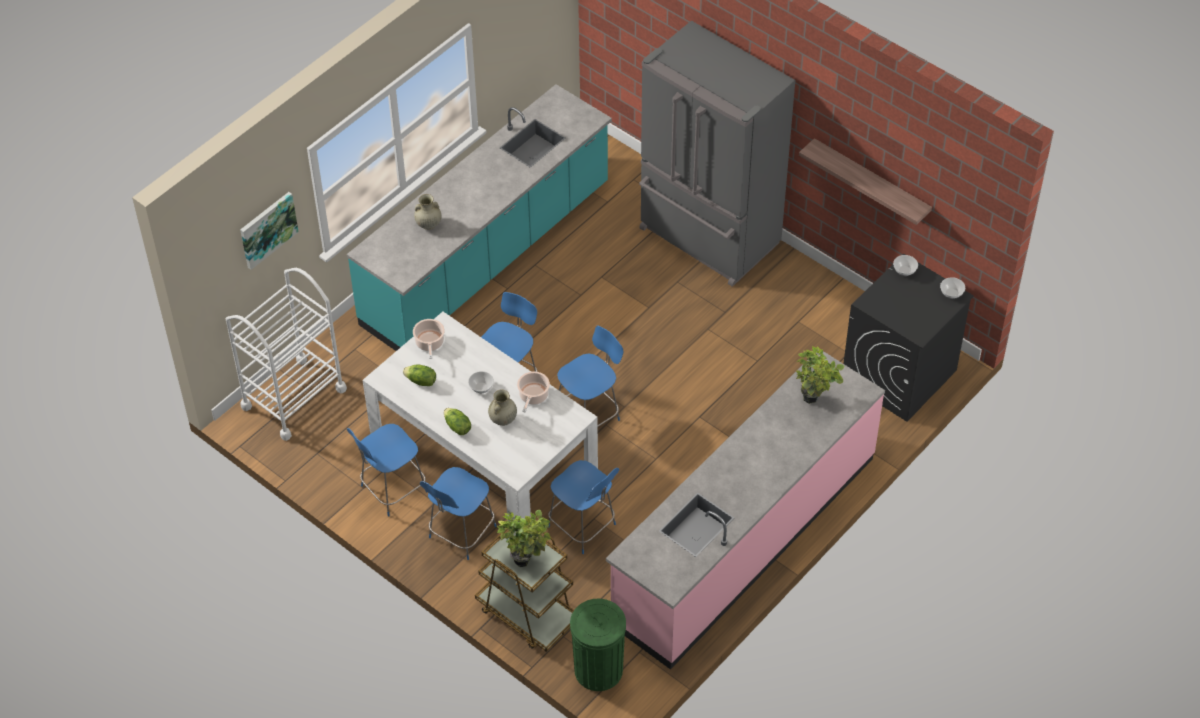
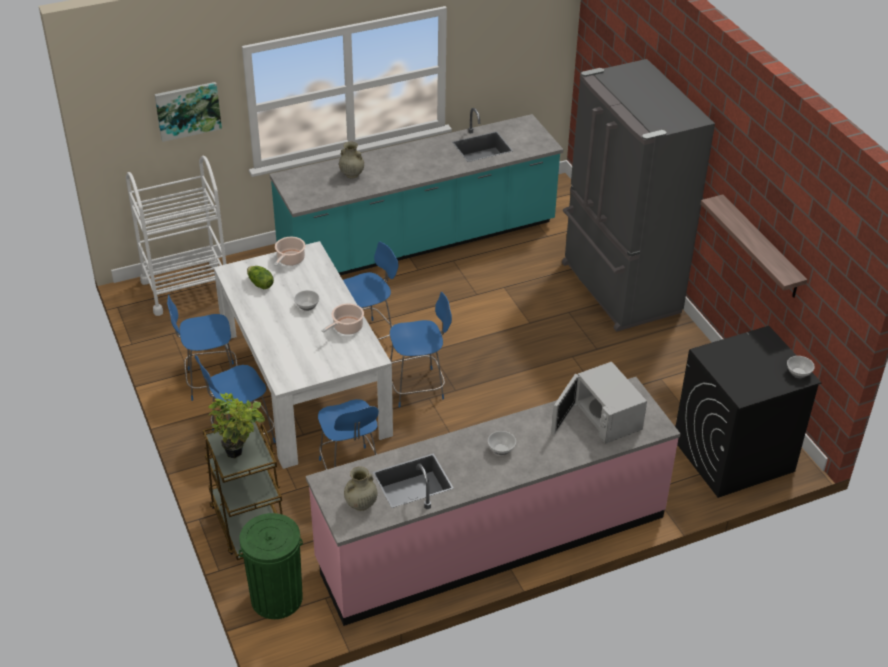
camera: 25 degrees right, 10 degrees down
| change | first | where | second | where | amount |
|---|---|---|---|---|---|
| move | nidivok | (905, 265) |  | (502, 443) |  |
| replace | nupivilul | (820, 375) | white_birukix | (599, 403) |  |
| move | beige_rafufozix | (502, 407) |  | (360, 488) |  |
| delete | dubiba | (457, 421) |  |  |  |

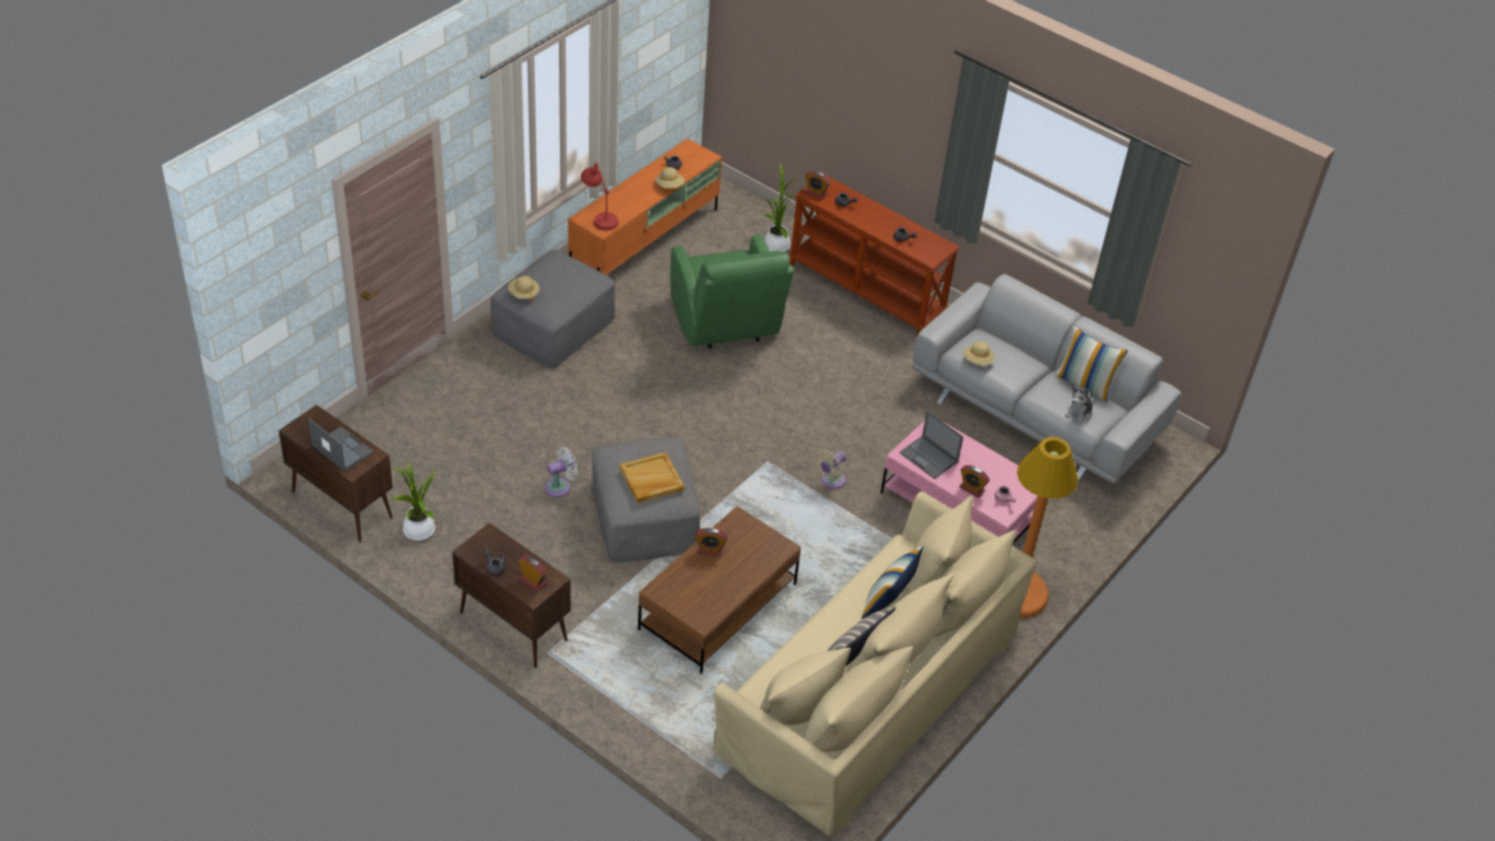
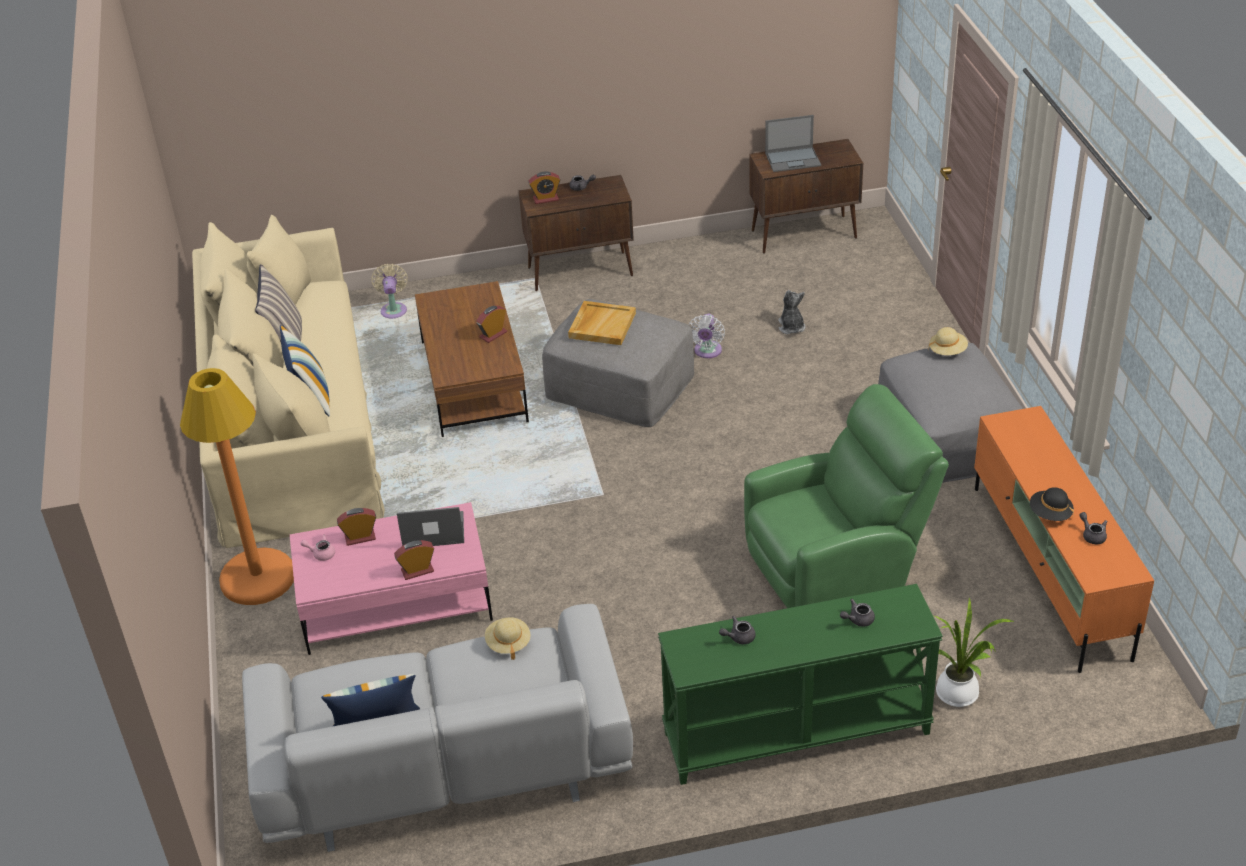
camera: 135 degrees right, 5 degrees down
| change | first | where | second | where | amount |
|---|---|---|---|---|---|
| delete | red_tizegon | (600, 197) |  |  |  |
| recolor | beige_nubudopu | (670, 177) | black_nubudopu | (1052, 504) |  |
| move | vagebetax | (818, 185) |  | (414, 560) |  |
| recolor | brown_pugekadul | (874, 254) | green_pugekadul | (800, 684) |  |
| rotate | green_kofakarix | (732, 291) |  | (846, 496) | 135 degrees clockwise |
| move | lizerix | (1079, 405) |  | (791, 312) |  |
| move | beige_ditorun | (830, 469) |  | (389, 291) |  |
| delete | nupivilul | (415, 500) |  |  |  |

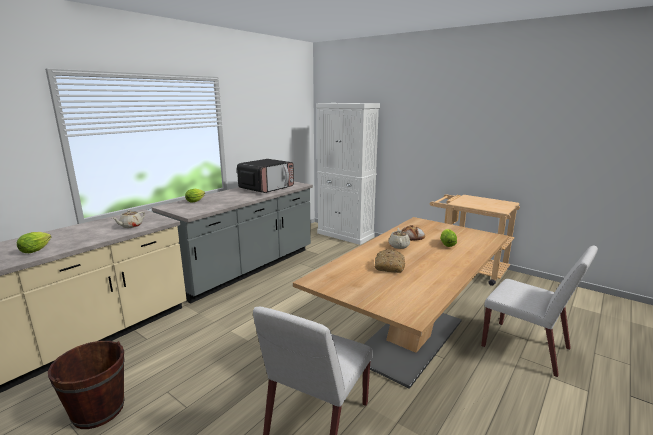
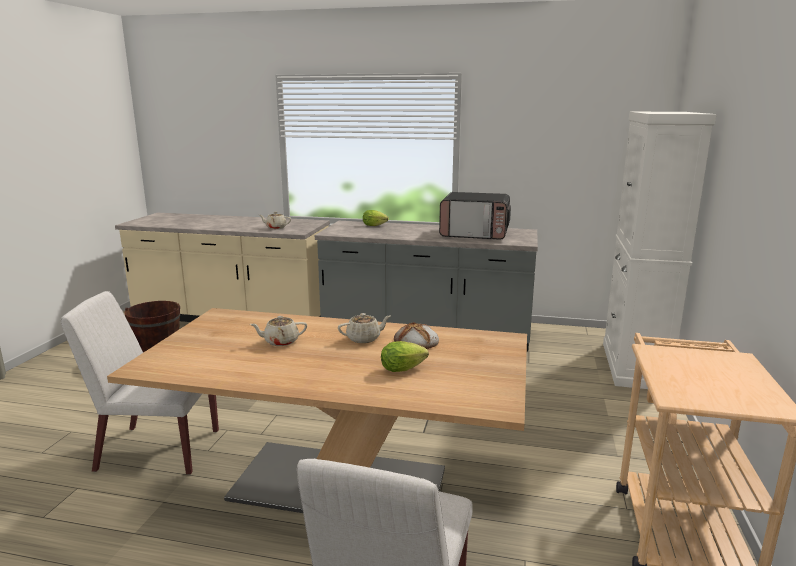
camera: 65 degrees right, 0 degrees up
| change | first | where | second | where | amount |
|---|---|---|---|---|---|
| delete | dubiba | (34, 242) |  |  |  |
| replace | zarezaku | (390, 261) | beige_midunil | (278, 331) |  |

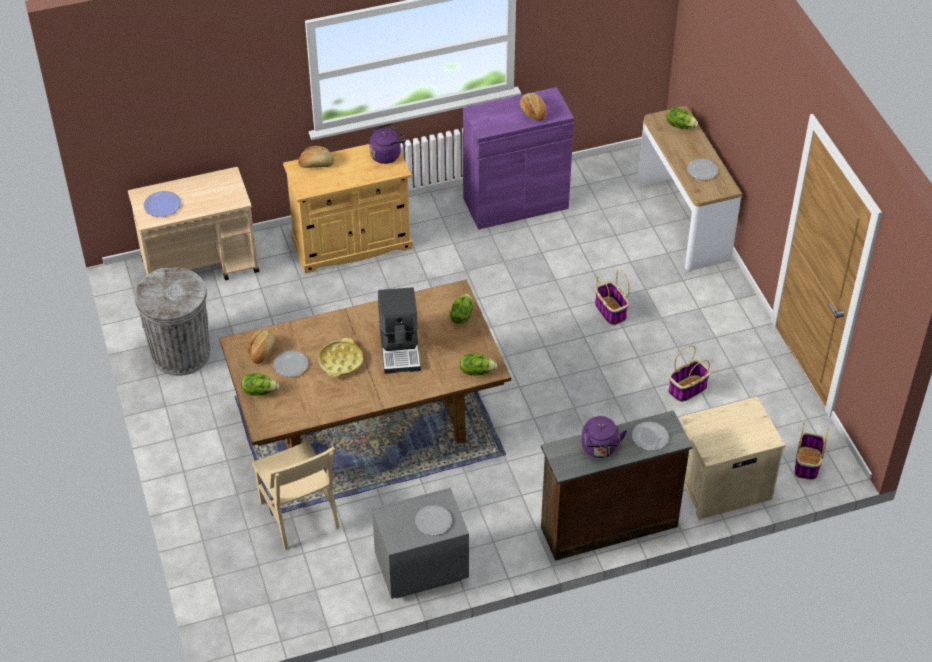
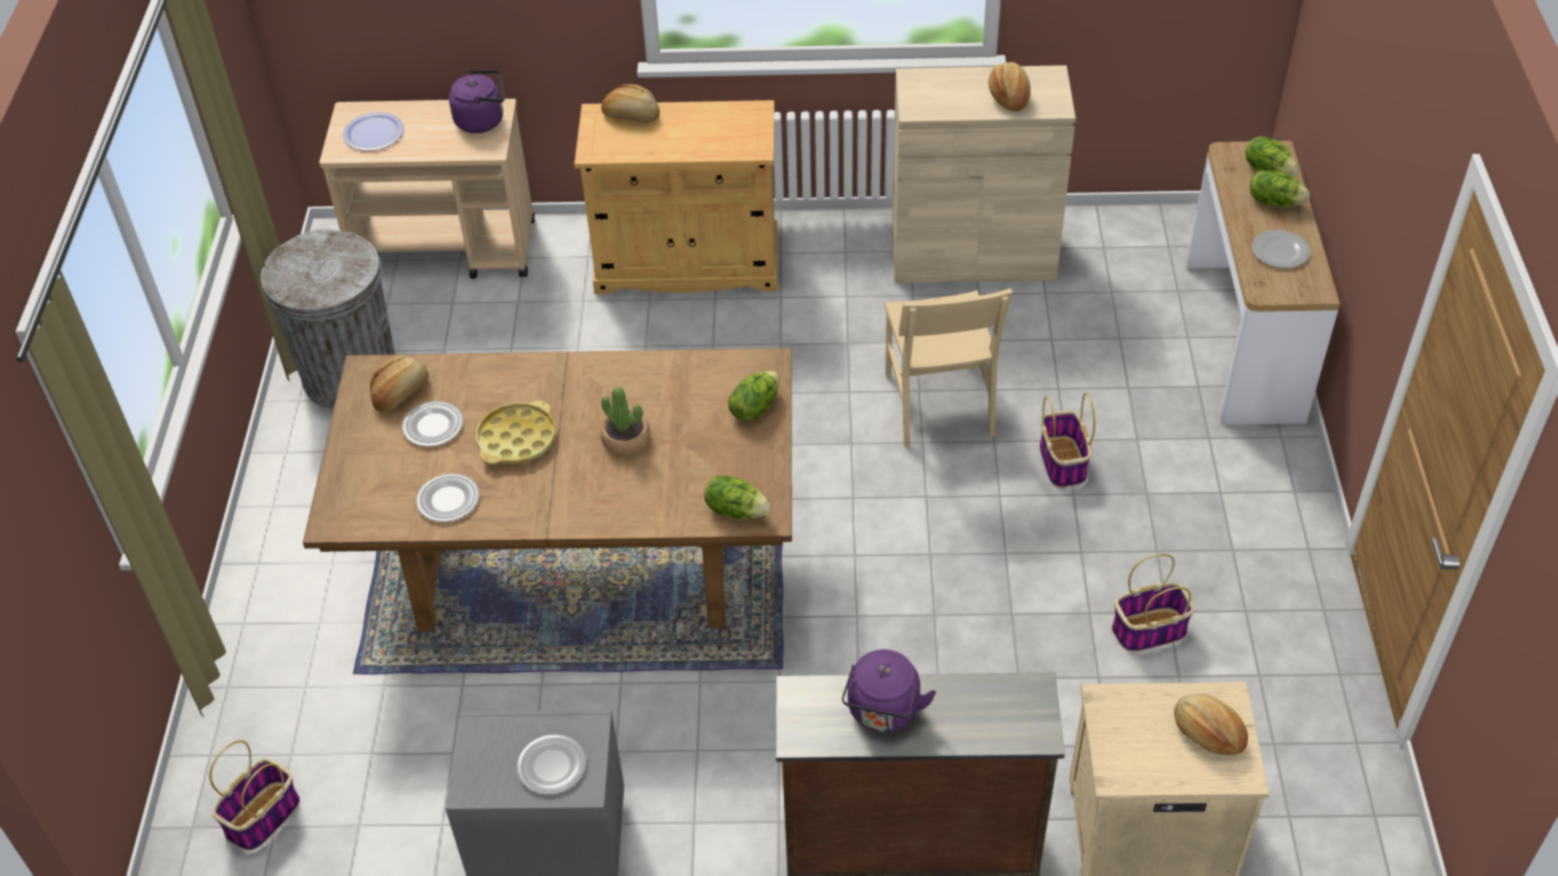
camera: 20 degrees right, 0 degrees up
| change | first | where | second | where | amount |
|---|---|---|---|---|---|
| recolor | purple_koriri | (518, 158) | beige_koriri | (984, 174) |  |
| move | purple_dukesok | (387, 144) |  | (477, 101) |  |
| replace | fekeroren | (399, 330) | nupivilul | (625, 421) |  |
| move | dubiba | (260, 384) |  | (1280, 188) |  |
| move | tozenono | (650, 436) |  | (448, 497) |  |
| move | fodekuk | (812, 451) |  | (254, 795) |  |
| move | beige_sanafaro | (295, 495) |  | (948, 368) |  |
| insert |  |  | zarezaku | (1211, 724) |  |

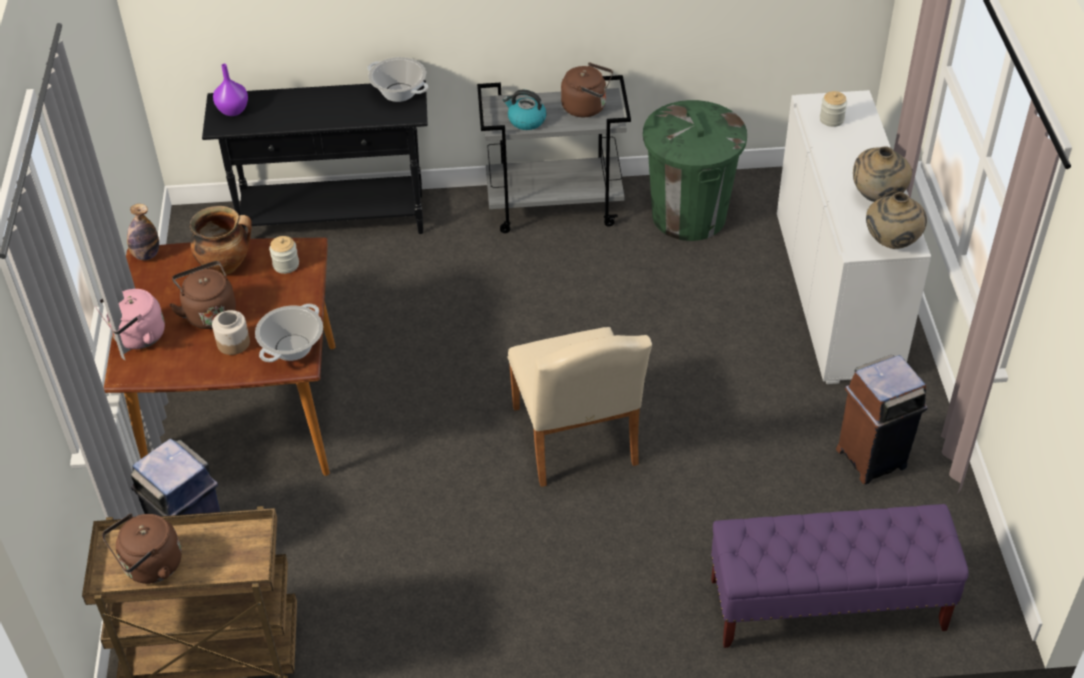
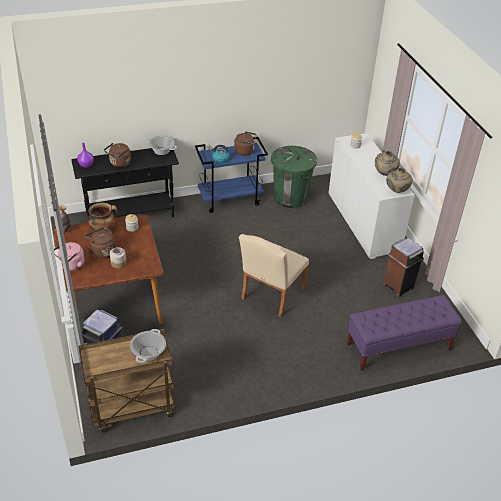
camera: 15 degrees left, 5 degrees down
| change | first | where | second | where | amount |
|---|---|---|---|---|---|
| recolor | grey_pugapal | (554, 154) | blue_pugapal | (231, 175) |  |
| move | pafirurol | (289, 333) |  | (148, 346) |  |
| rotate | beige_sanafaro | (579, 407) |  | (274, 275) | 60 degrees clockwise |
| move | brown_dukesok | (142, 549) |  | (117, 155) |  |

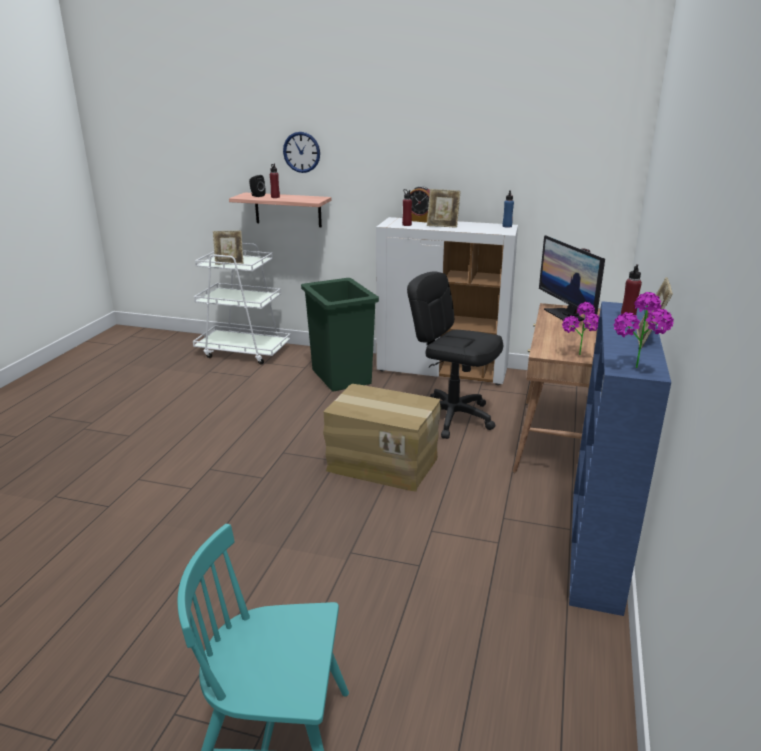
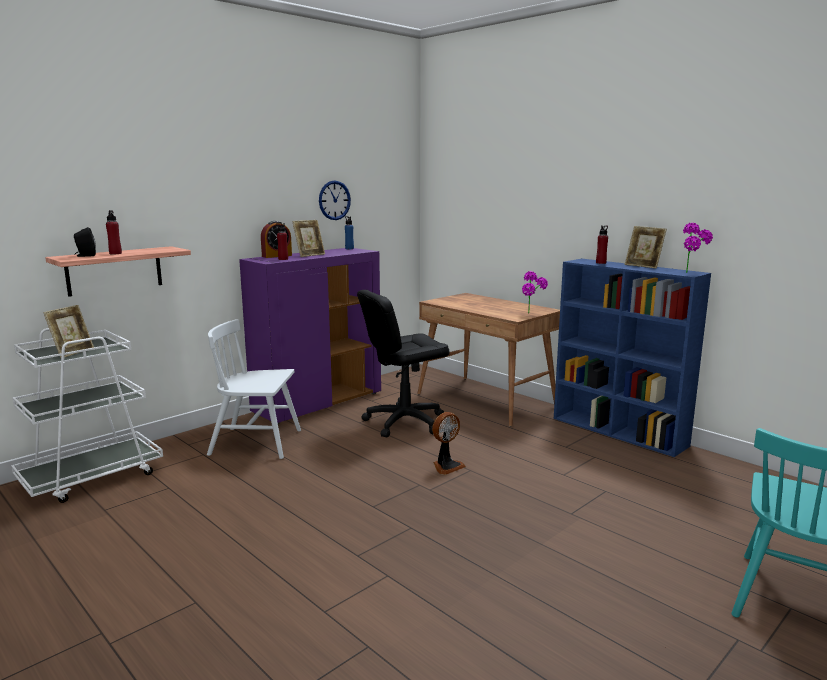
camera: 60 degrees left, 10 degrees down
| change | first | where | second | where | amount |
|---|---|---|---|---|---|
| move | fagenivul | (301, 152) |  | (335, 200) |  |
| recolor | white_koriri | (447, 301) | purple_koriri | (310, 336) |  |
| delete | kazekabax | (572, 279) |  |  |  |
| replace | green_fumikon | (340, 335) | white_sanafaro | (254, 389) |  |
| replace | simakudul | (382, 438) | ditorun | (449, 443) |  |

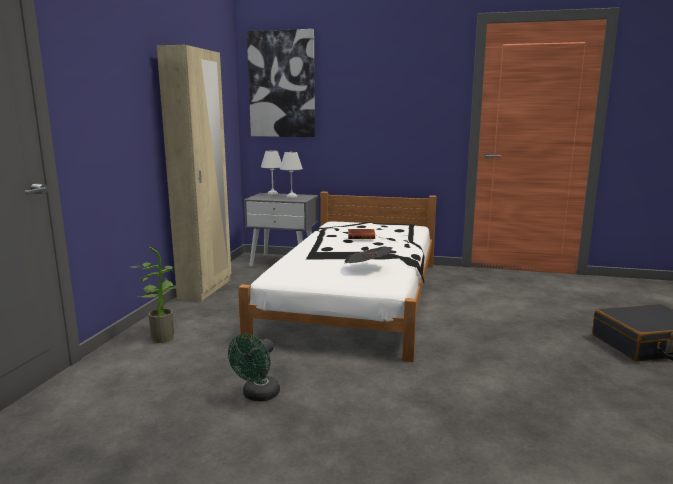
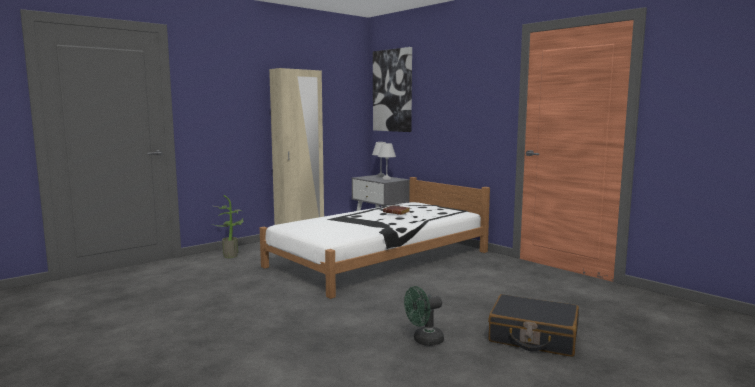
camera: 35 degrees right, 5 degrees down
| change | first | where | second | where | amount |
|---|---|---|---|---|---|
| delete | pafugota | (368, 254) |  |  |  |
| move | green_ditorun | (254, 368) |  | (424, 316) |  |

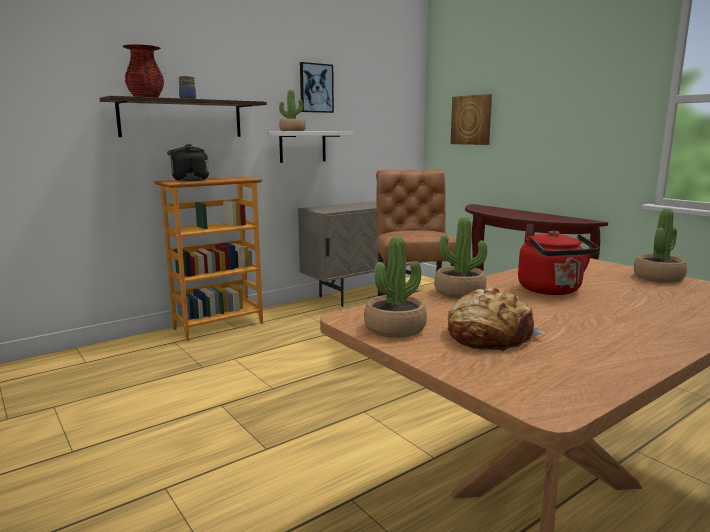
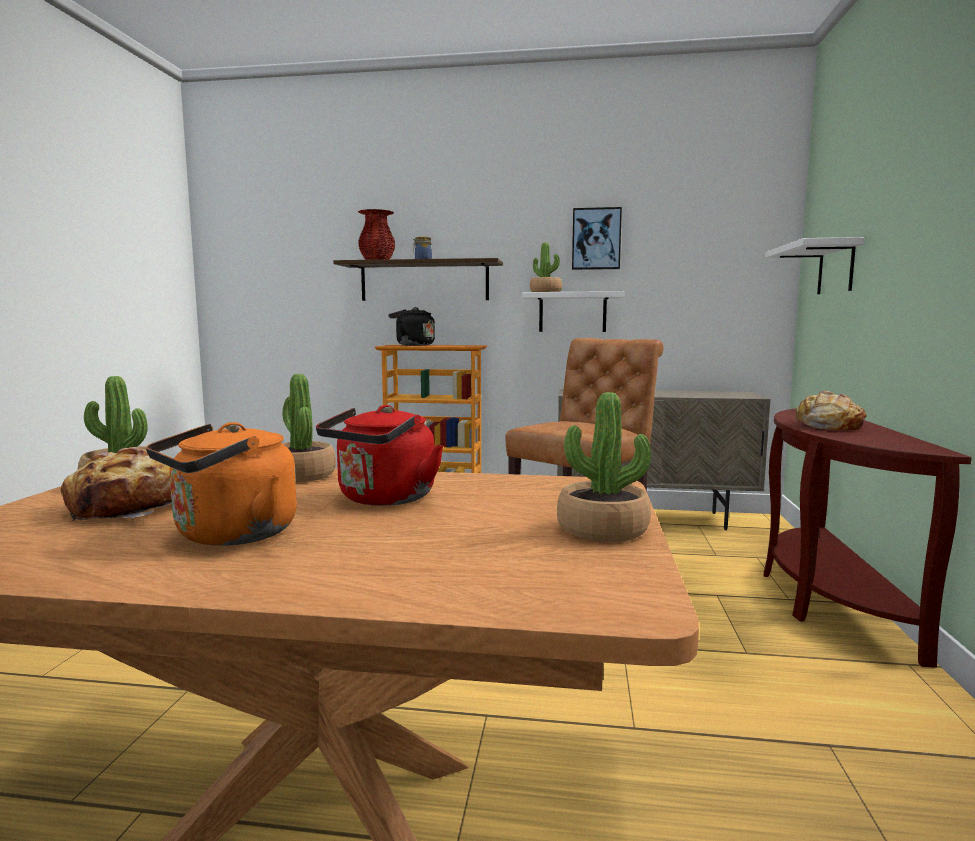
camera: 45 degrees right, 5 degrees down
| change | first | where | second | where | amount |
|---|---|---|---|---|---|
| replace | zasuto | (471, 119) | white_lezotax | (814, 265) |  |
| insert |  |  | zarezaku | (831, 410) |  |
| insert |  |  | orange_dukesok | (221, 484) |  |

